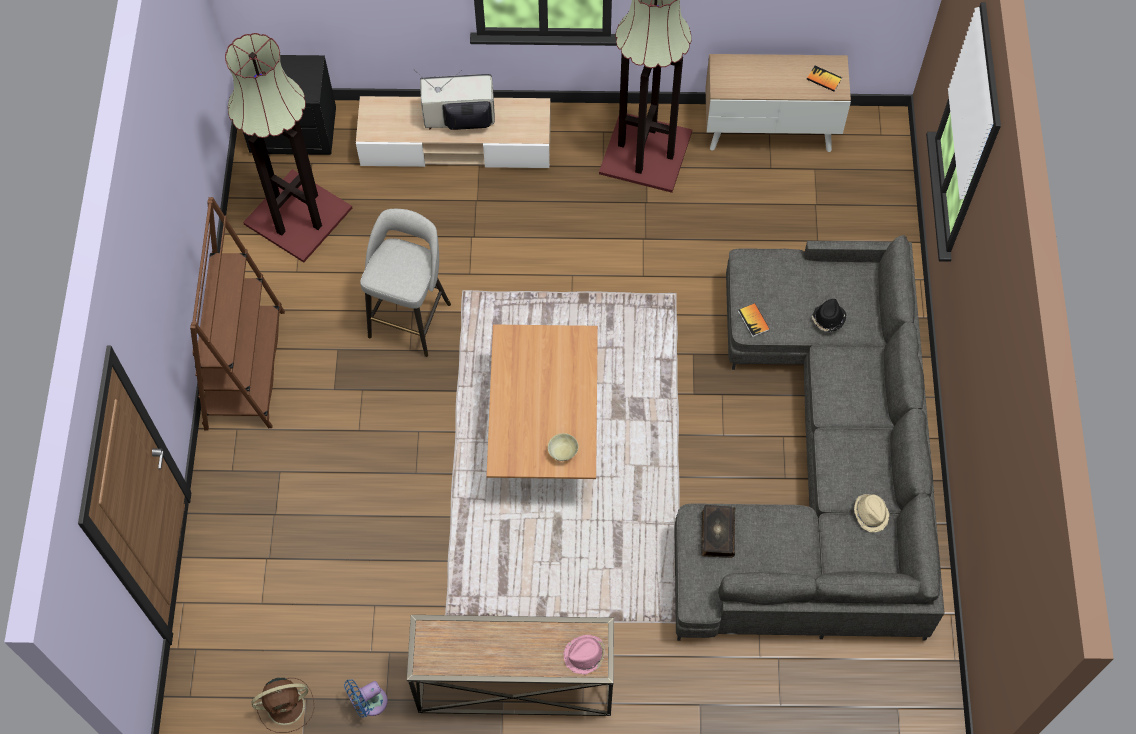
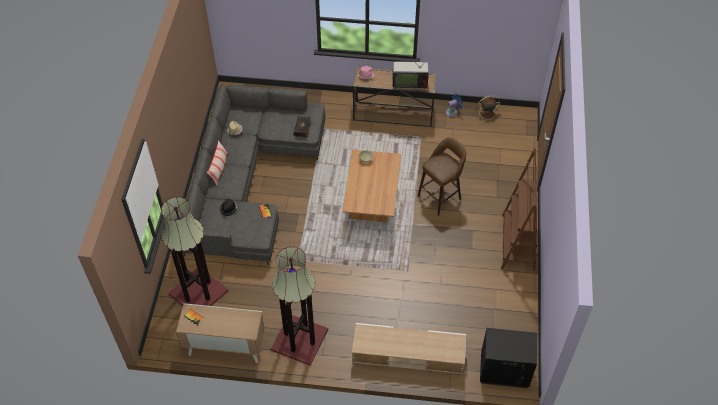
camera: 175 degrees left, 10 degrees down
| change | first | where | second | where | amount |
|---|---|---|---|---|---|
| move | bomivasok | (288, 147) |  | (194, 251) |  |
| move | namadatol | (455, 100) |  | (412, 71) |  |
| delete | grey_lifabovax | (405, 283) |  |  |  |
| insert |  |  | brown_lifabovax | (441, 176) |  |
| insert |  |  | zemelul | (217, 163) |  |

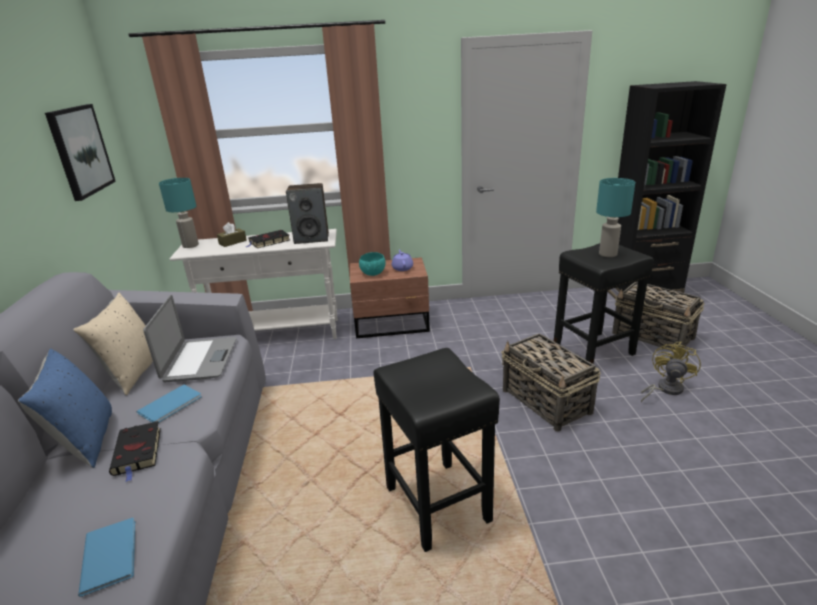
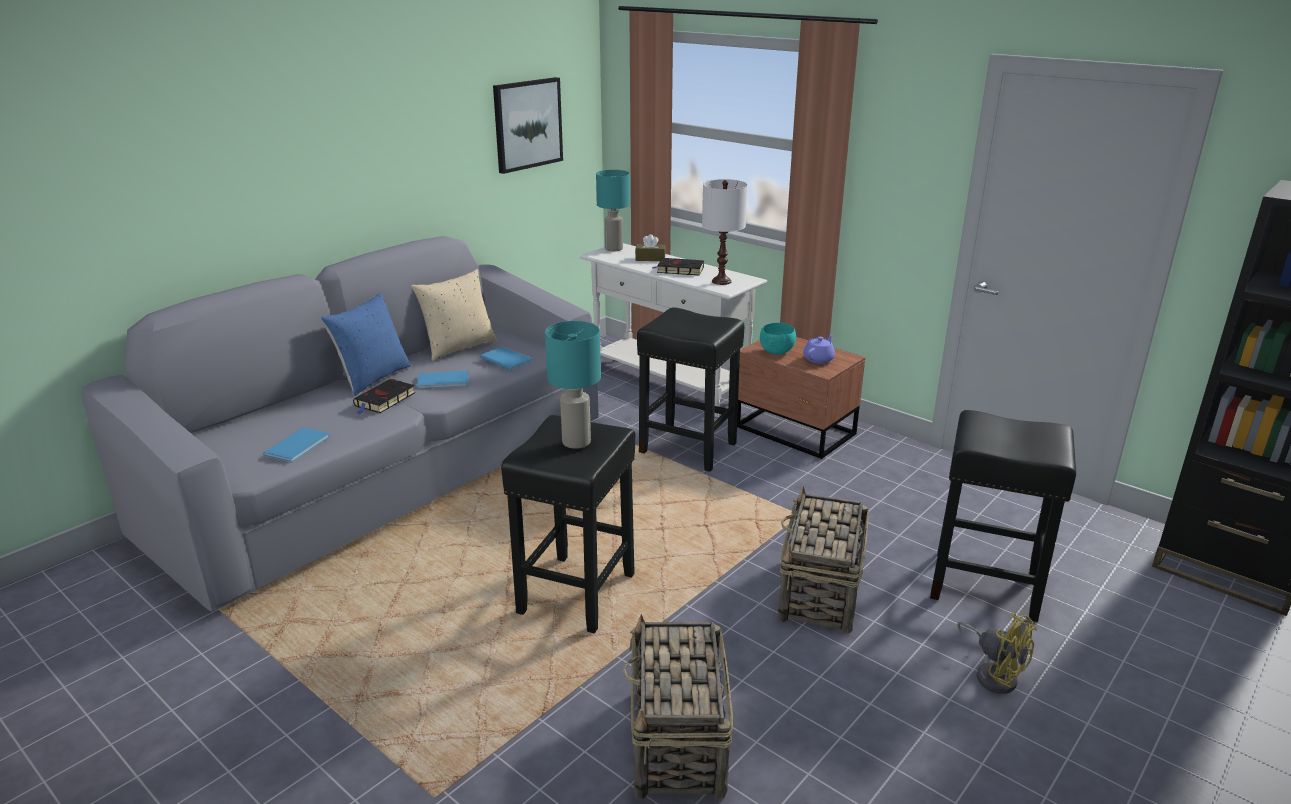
camera: 45 degrees right, 0 degrees up
| change | first | where | second | where | amount |
|---|---|---|---|---|---|
| move | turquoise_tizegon | (615, 217) |  | (573, 385) |  |
| replace | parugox | (307, 213) | white_tizegon | (725, 232) |  |
| move | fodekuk | (658, 316) |  | (678, 706) |  |
| replace | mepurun | (190, 338) | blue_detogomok | (506, 359) |  |
| rotate | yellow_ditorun | (671, 372) |  | (997, 653) | 60 degrees clockwise |
| insert |  |  | black_lifabovax | (691, 389) |  |

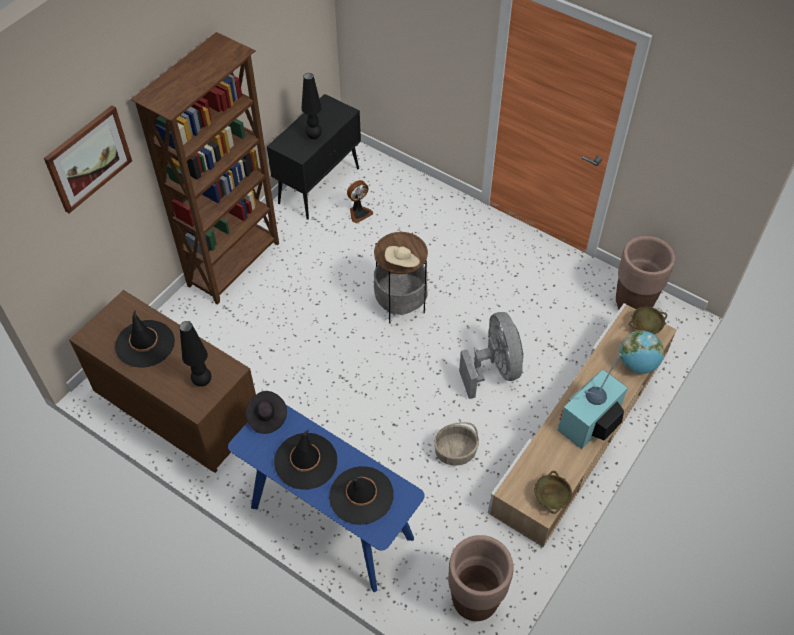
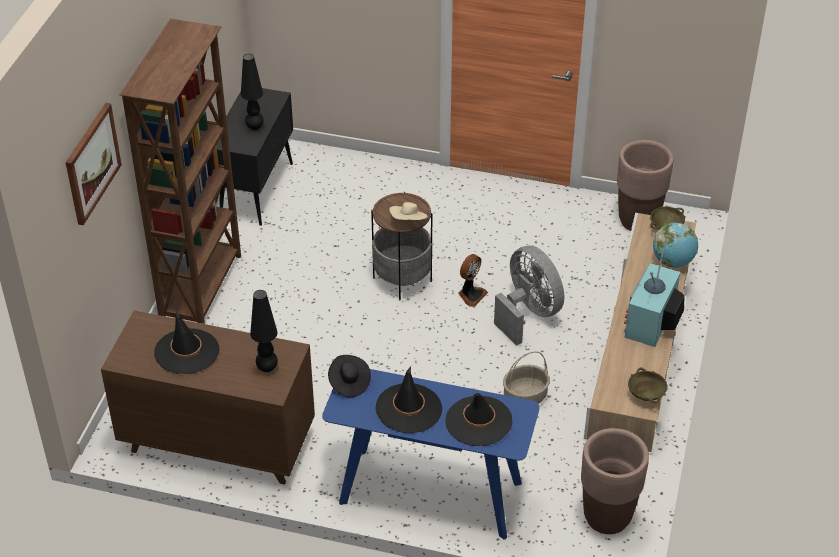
camera: 20 degrees left, 10 degrees down
| change | first | where | second | where | amount |
|---|---|---|---|---|---|
| move | ditorun | (360, 201) |  | (473, 280) |  |

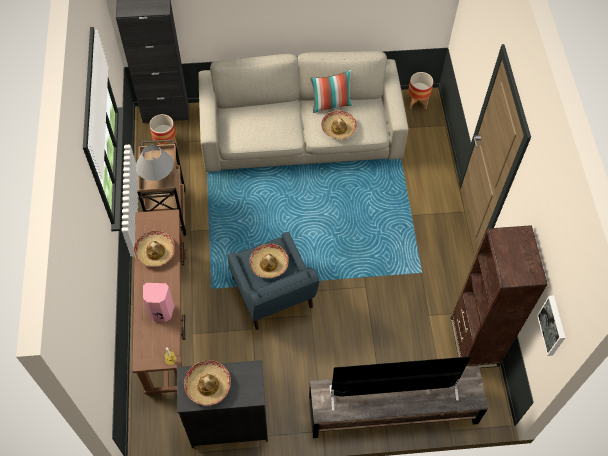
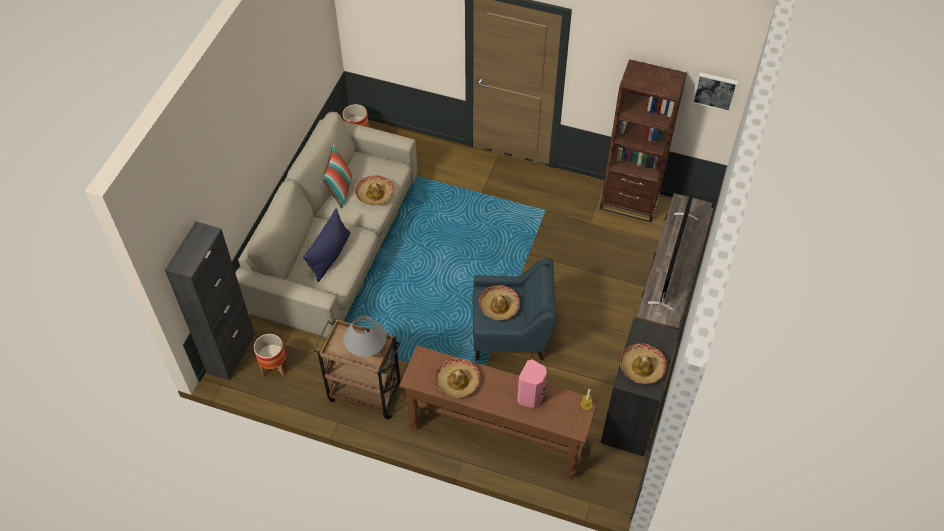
camera: 65 degrees left, 5 degrees down
| change | first | where | second | where | amount |
|---|---|---|---|---|---|
| insert |  |  | blue_zemelul | (326, 245) |  |

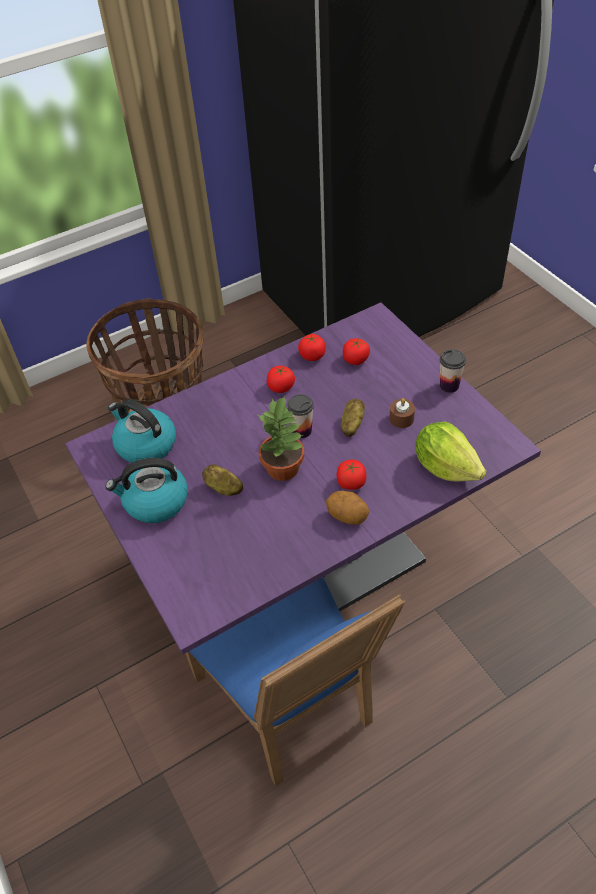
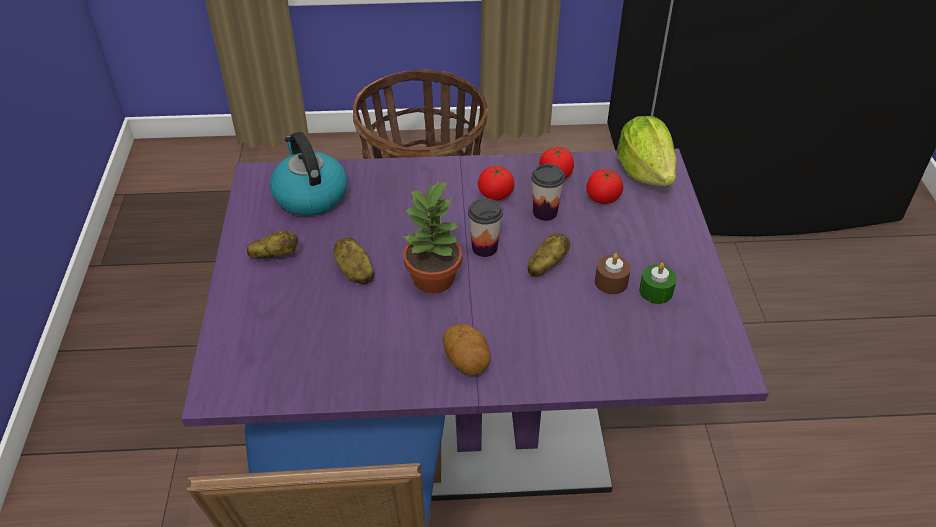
camera: 25 degrees right, 5 degrees down
| change | first | where | second | where | amount |
|---|---|---|---|---|---|
| move | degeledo | (453, 371) |  | (548, 192) |  |
| move | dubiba | (451, 451) |  | (647, 151) |  |
| replace | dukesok | (146, 490) | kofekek | (272, 244) |  |
| delete | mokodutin | (351, 475) |  |  |  |
| insert |  |  | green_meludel | (658, 283) |  |

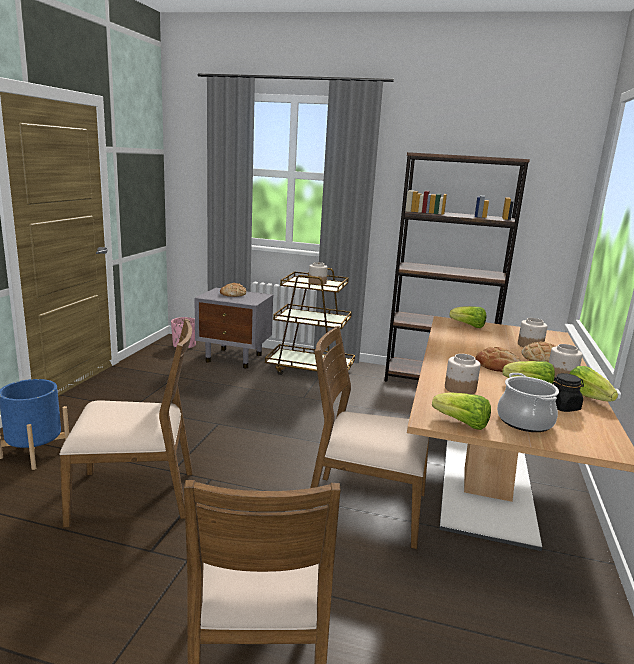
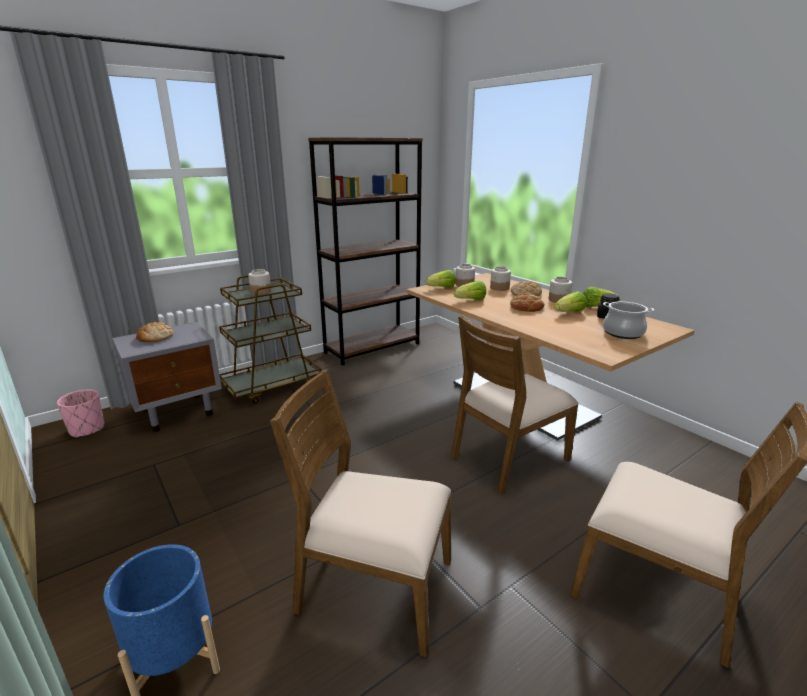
camera: 50 degrees left, 5 degrees up
| change | first | where | second | where | amount |
|---|---|---|---|---|---|
| rotate | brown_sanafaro | (126, 423) |  | (360, 514) | 105 degrees counterclockwise |
| move | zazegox | (463, 374) |  | (465, 275) |  |
| move | dubiba | (461, 411) |  | (470, 290) |  |

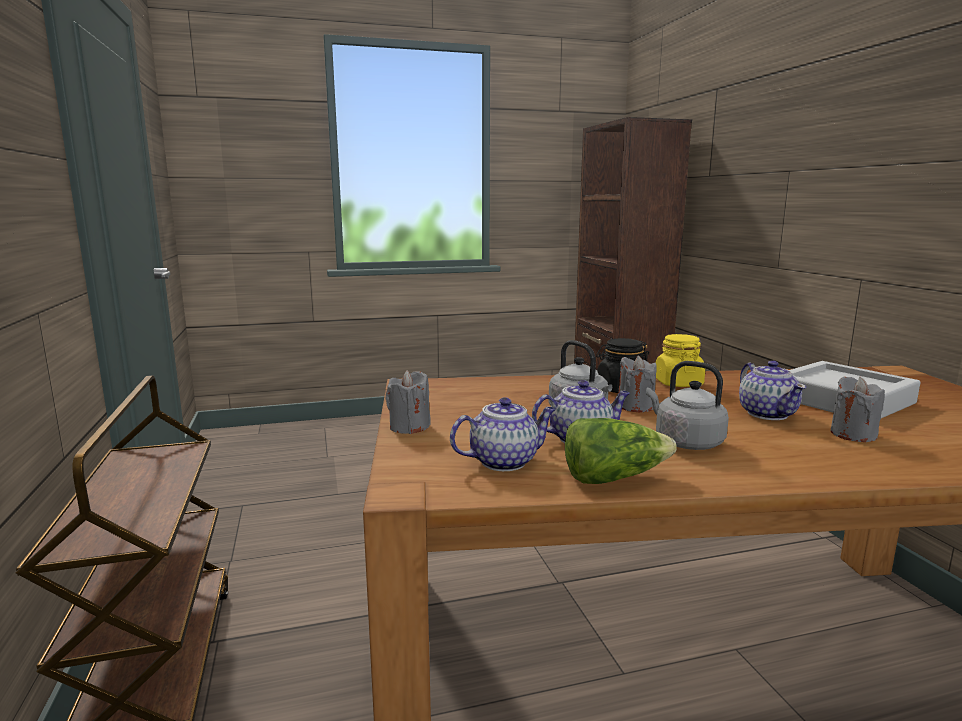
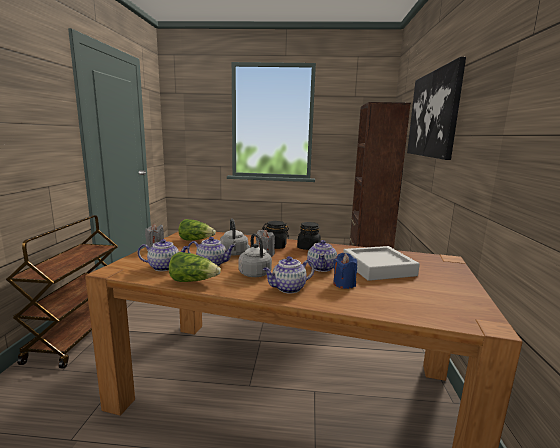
camera: 20 degrees right, 0 degrees up
| change | first | where | second | where | amount |
|---|---|---|---|---|---|
| recolor | yellow_zazegox | (680, 360) | black_zazegox | (309, 236) |  |
| recolor | grey_meludel | (858, 409) | blue_meludel | (345, 271) |  |
| insert |  |  | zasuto | (436, 108) |  |
| insert |  |  | dubiba | (197, 230) |  |
| insert |  |  | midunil | (289, 275) |  |

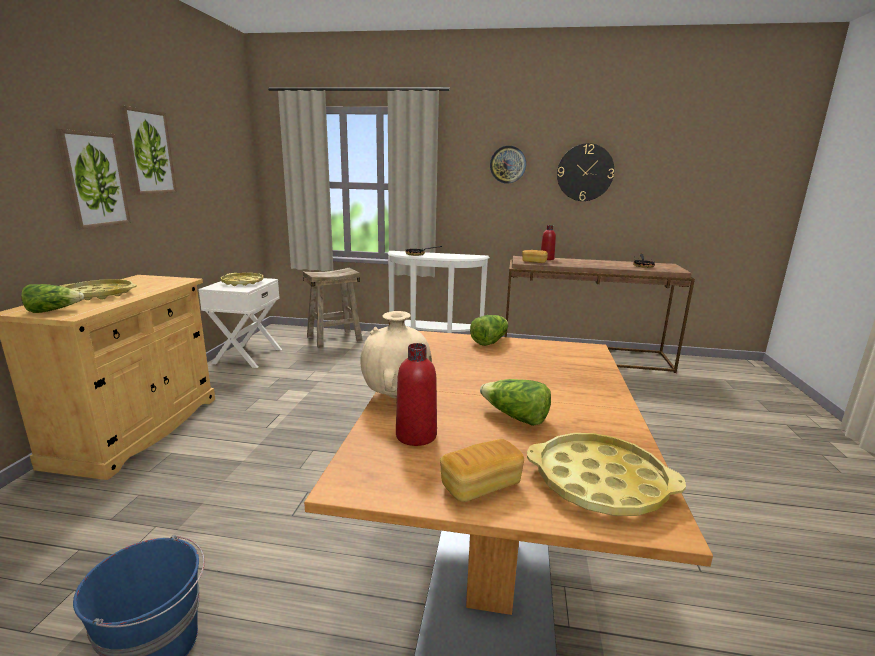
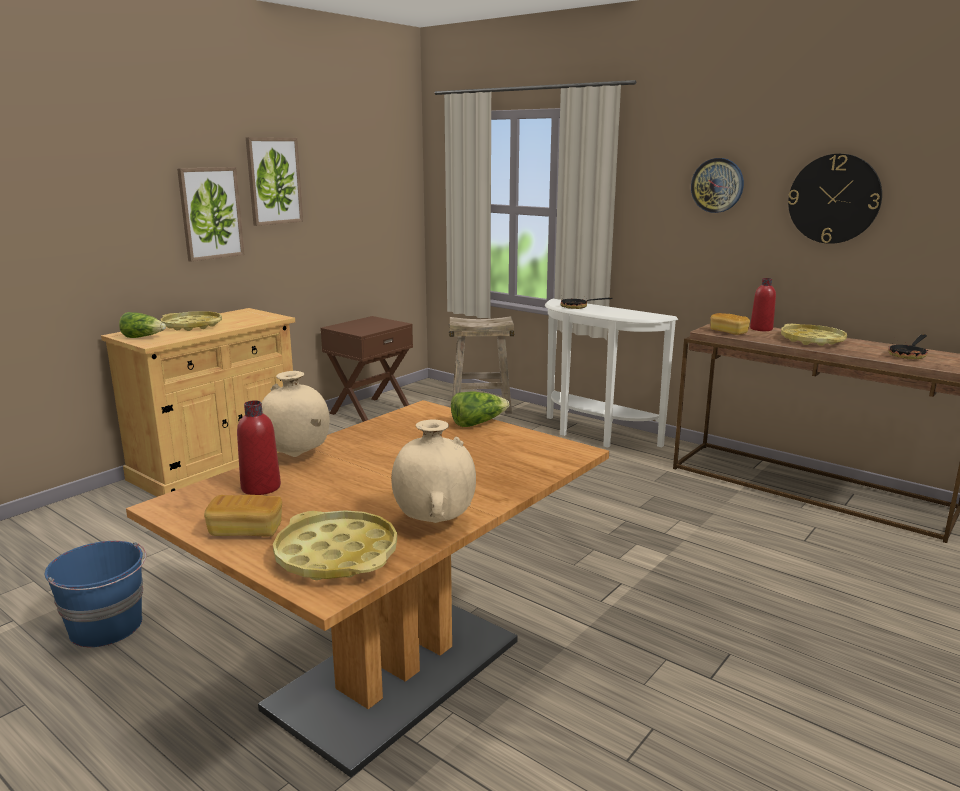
camera: 30 degrees right, 0 degrees up
| change | first | where | second | where | amount |
|---|---|---|---|---|---|
| move | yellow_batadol | (242, 279) |  | (814, 335) |  |
| recolor | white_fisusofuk | (240, 323) | brown_fisusofuk | (367, 369) |  |
| delete | dubiba | (515, 402) |  |  |  |
| insert |  |  | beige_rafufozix | (433, 471) |  |

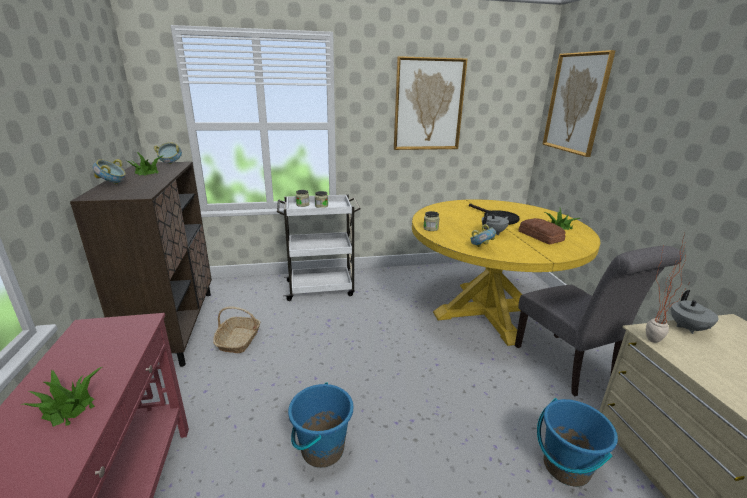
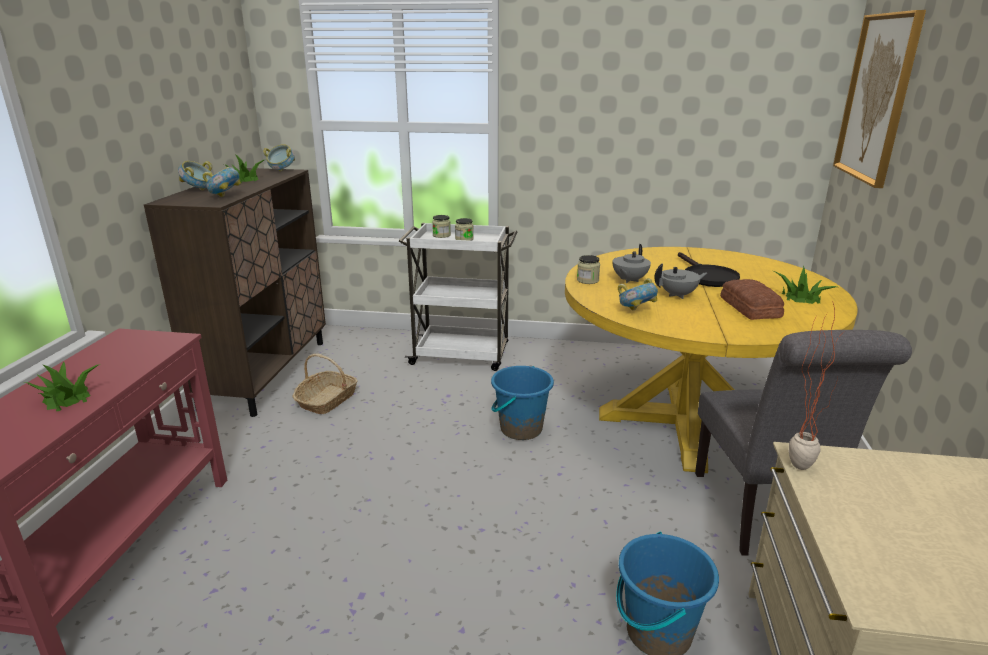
camera: 20 degrees right, 0 degrees up
| change | first | where | second | where | amount |
|---|---|---|---|---|---|
| delete | zasuto | (431, 103) |  |  |  |
| move | grey_midunil | (695, 312) |  | (631, 263) |  |
| move | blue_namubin | (320, 425) |  | (522, 403) |  |
| insert |  |  | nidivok | (222, 182) |  |

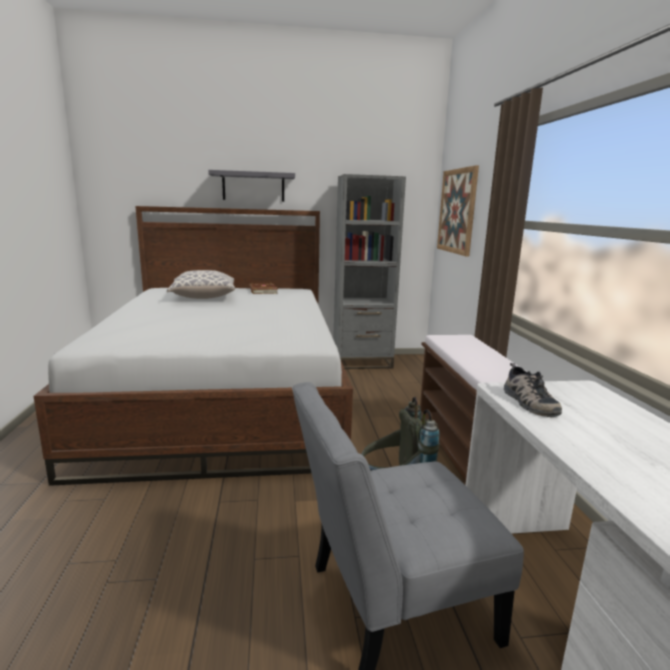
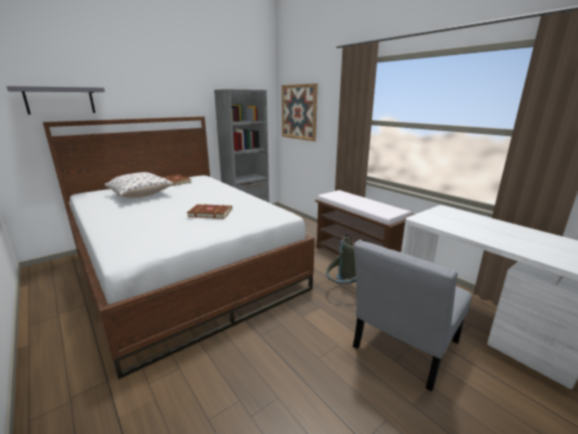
camera: 30 degrees left, 5 degrees up
| change | first | where | second | where | amount |
|---|---|---|---|---|---|
| move | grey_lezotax | (251, 186) |  | (55, 100) |  |
| delete | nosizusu | (533, 390) |  |  |  |
| insert |  |  | brown_detogomok | (209, 211) |  |

